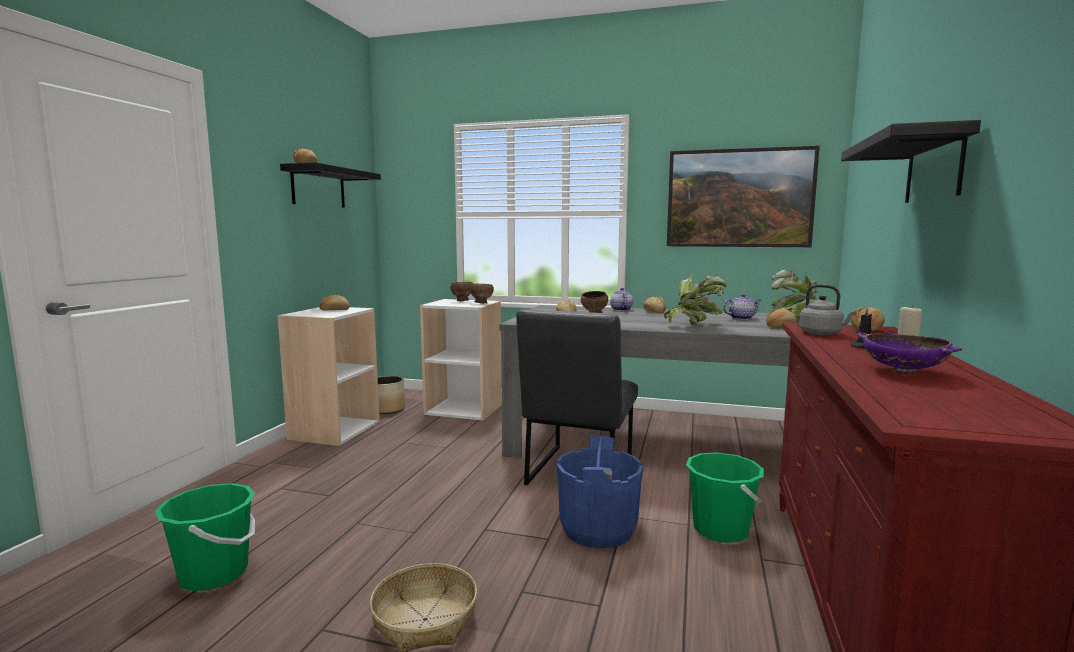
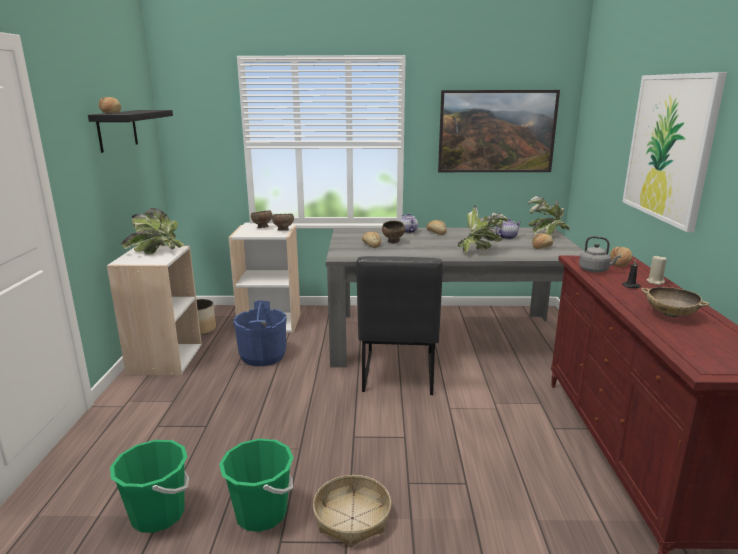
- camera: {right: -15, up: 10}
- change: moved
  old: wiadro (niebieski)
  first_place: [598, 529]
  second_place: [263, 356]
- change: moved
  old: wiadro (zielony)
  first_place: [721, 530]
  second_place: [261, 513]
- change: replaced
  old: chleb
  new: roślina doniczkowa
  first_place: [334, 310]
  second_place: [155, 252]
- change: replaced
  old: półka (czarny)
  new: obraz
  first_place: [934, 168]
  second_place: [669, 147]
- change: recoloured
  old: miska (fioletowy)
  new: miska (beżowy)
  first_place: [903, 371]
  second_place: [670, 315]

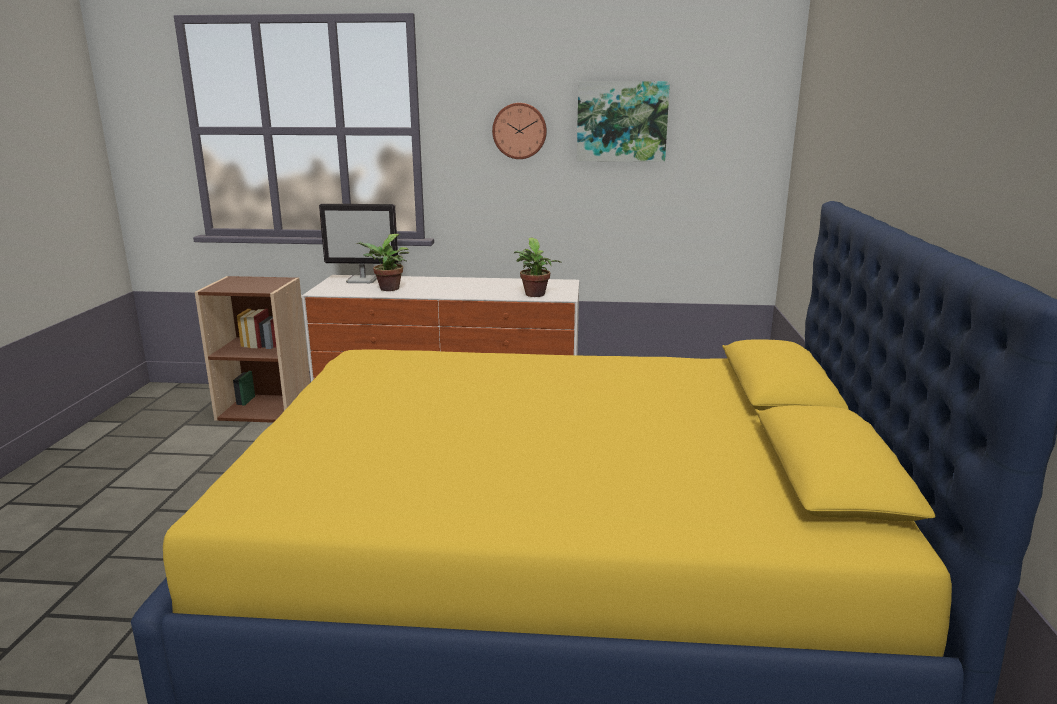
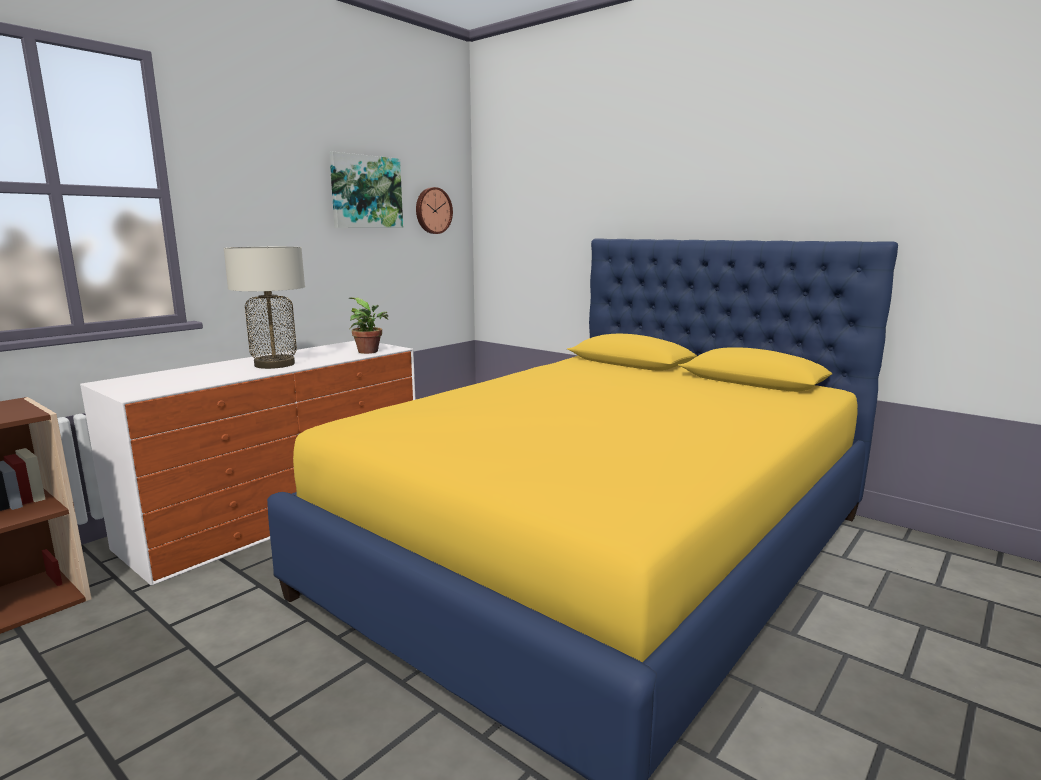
- camera: {right: -55, up: -5}
- change: removed
  old: monitor
  first_place: [363, 280]
- change: removed
  old: roślina doniczkowa
  first_place: [387, 289]
- change: added
  new: lampa stołowa
  second_place: [274, 364]
- change: moved
  old: zegar ścienny
  first_place: [519, 131]
  second_place: [432, 210]

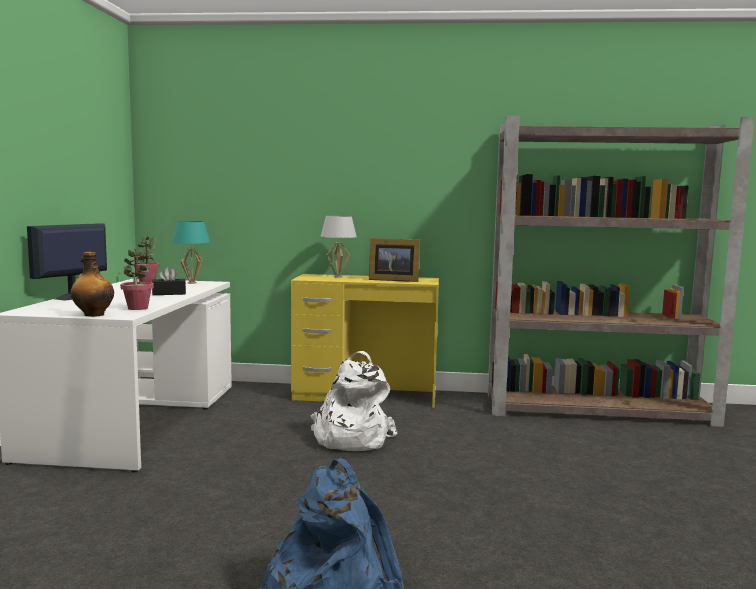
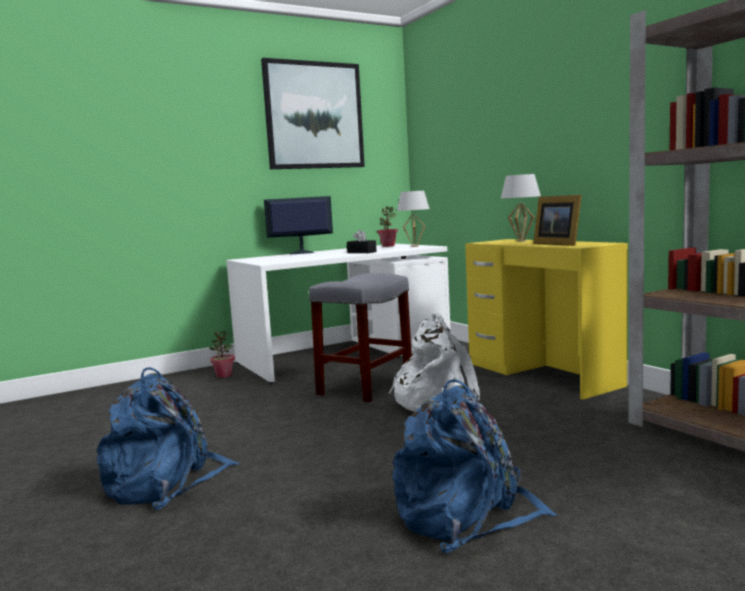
- camera: {right: 55, up: 0}
- change: removed
  old: butelka
  first_place: [93, 315]
- change: added
  new: obraz
  second_place: [314, 115]
- change: added
  new: stołek (szary)
  second_place: [366, 388]
- change: added
  new: plecak (niebieski)
  second_place: [466, 516]
- change: moved
  old: roślina doniczkowa
  first_place: [137, 308]
  second_place: [223, 375]
- change: recoloured
  old: lampa stołowa (turkusowy)
  new: lampa stołowa (biały)
  first_place: [192, 283]
  second_place: [415, 246]

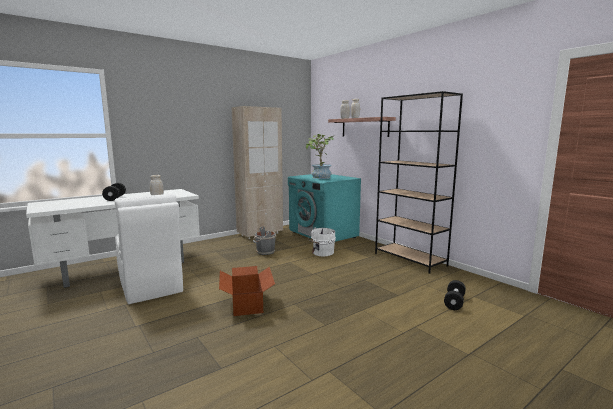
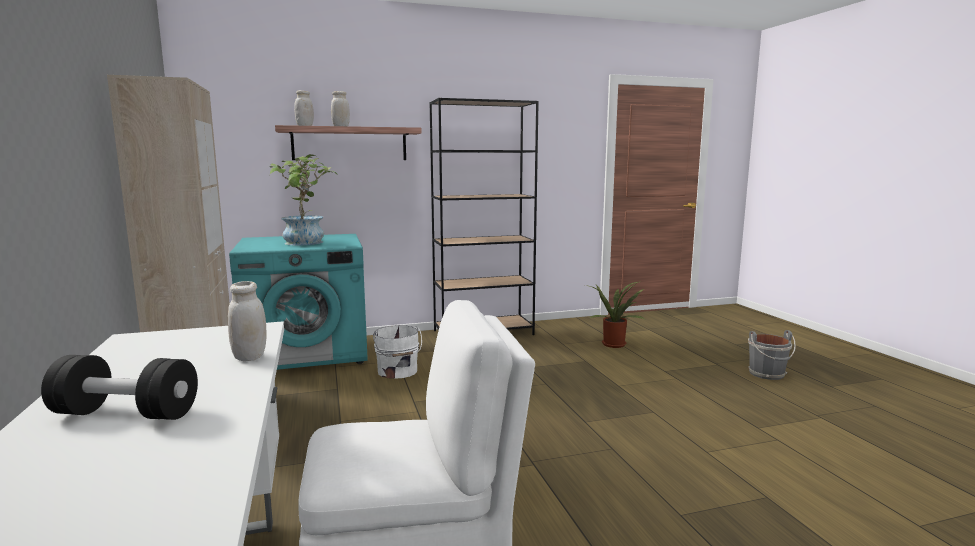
- camera: {right: -70, up: 0}
- change: removed
  old: karton
  first_place: [247, 303]
- change: moved
  old: wiadro (szary)
  first_place: [264, 252]
  second_place: [767, 374]
- change: replaced
  old: hantel (czarny)
  new: roślina doniczkowa
  first_place: [454, 302]
  second_place: [614, 344]

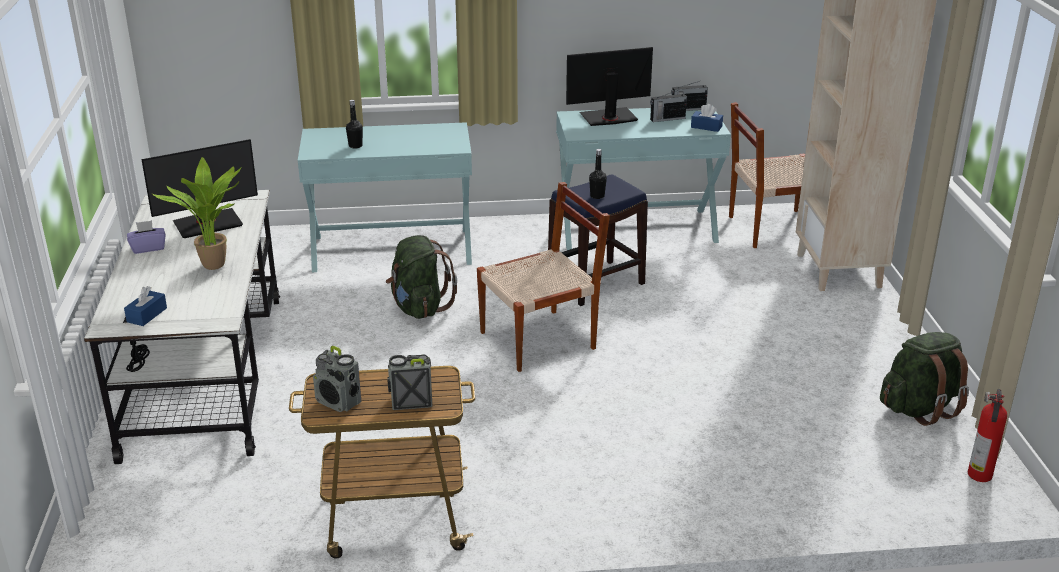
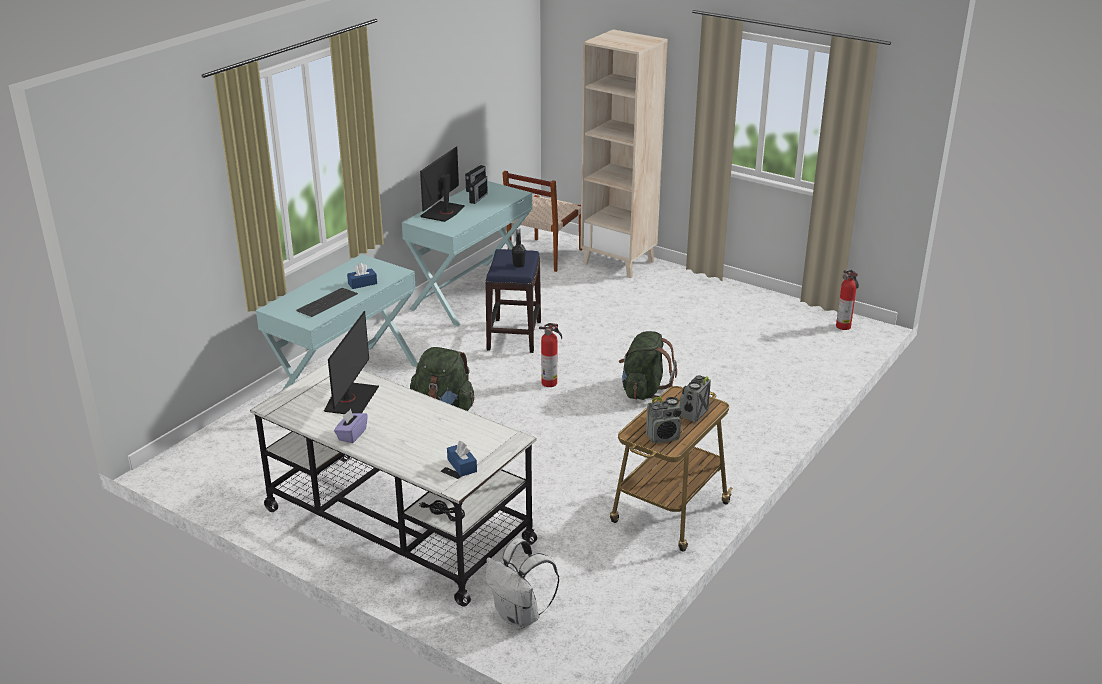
- camera: {right: -50, up: 0}
- change: removed
  old: roślina doniczkowa
  first_place: [217, 266]
- change: added
  new: plecak (biały)
  second_place: [520, 616]
- change: moved
  old: pudełko chusteczek (niebieski)
  first_place: [706, 127]
  second_place: [362, 283]
- change: moved
  old: plecak (zielony)
  first_place: [919, 408]
  second_place: [644, 391]
- change: replaced
  old: butelka (czarny)
  new: klawiatura
  first_place: [355, 146]
  second_place: [327, 302]
- change: replaced
  old: krzesło
  new: gaśnica
  first_place: [540, 340]
  second_place: [550, 383]

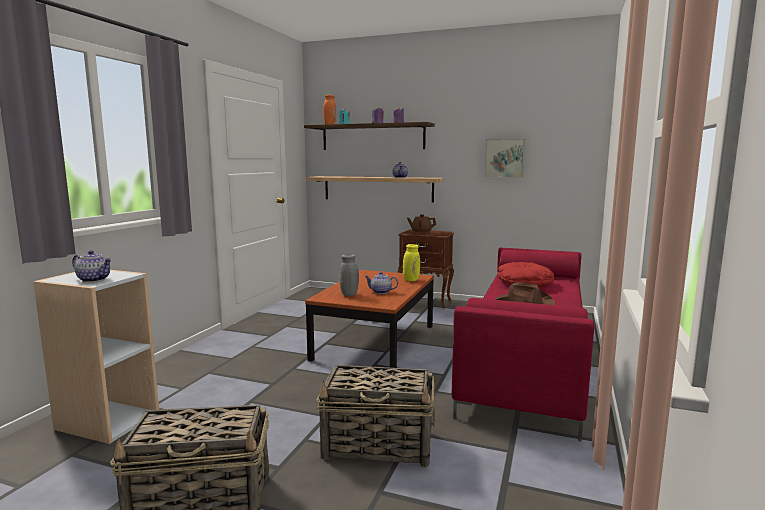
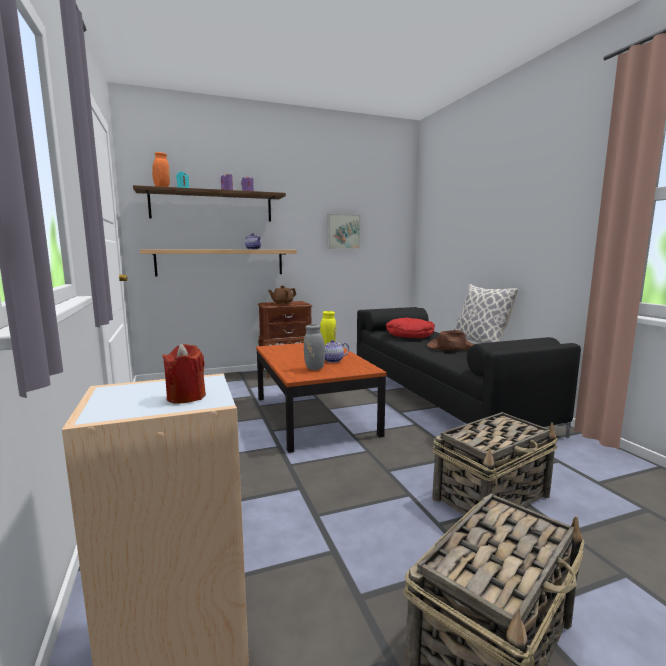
- camera: {right: -40, up: 0}
- change: added
  new: poduszka
  second_place: [479, 342]
- change: replaced
  old: imbryk
  new: świeca (czerwony)
  first_place: [95, 279]
  second_place: [186, 397]
- change: recoloured
  old: kanapa (czerwony)
  new: kanapa (czarny)
  first_place: [528, 359]
  second_place: [440, 396]

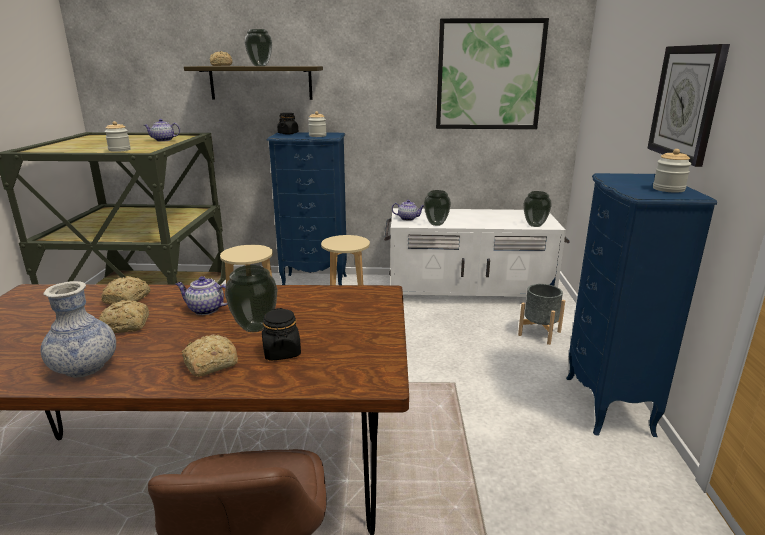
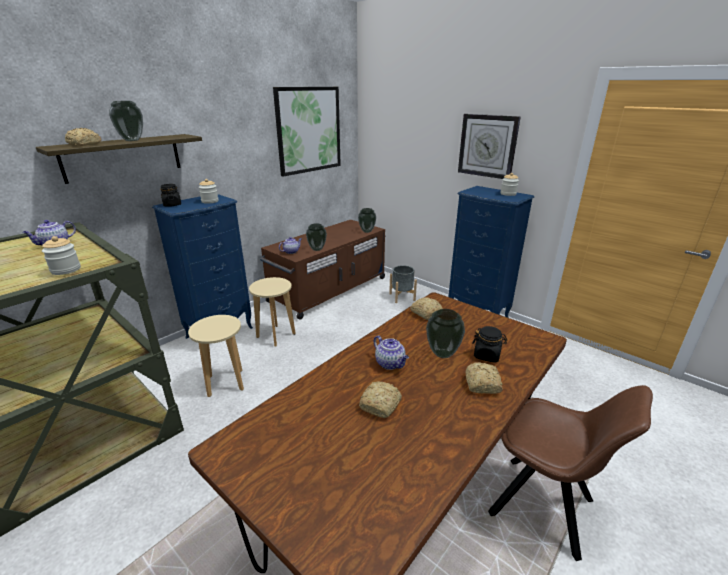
- camera: {right: -50, up: 5}
- change: removed
  old: wazon
  first_place: [84, 368]
- change: moved
  old: chleb
  first_place: [128, 299]
  second_place: [426, 313]
- change: recoloured
  old: szafka (biały)
  new: szafka (brązowy)
  first_place: [469, 290]
  second_place: [329, 289]
- change: turned
  old: imbryk
  first_place: [205, 309]
  second_place: [390, 364]
  degrees: -90

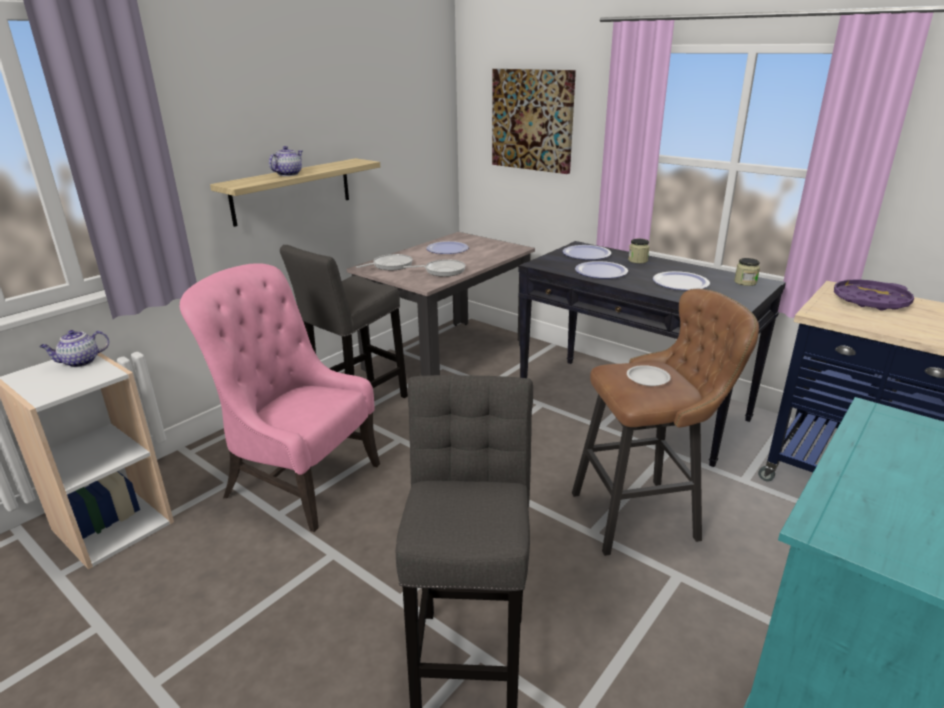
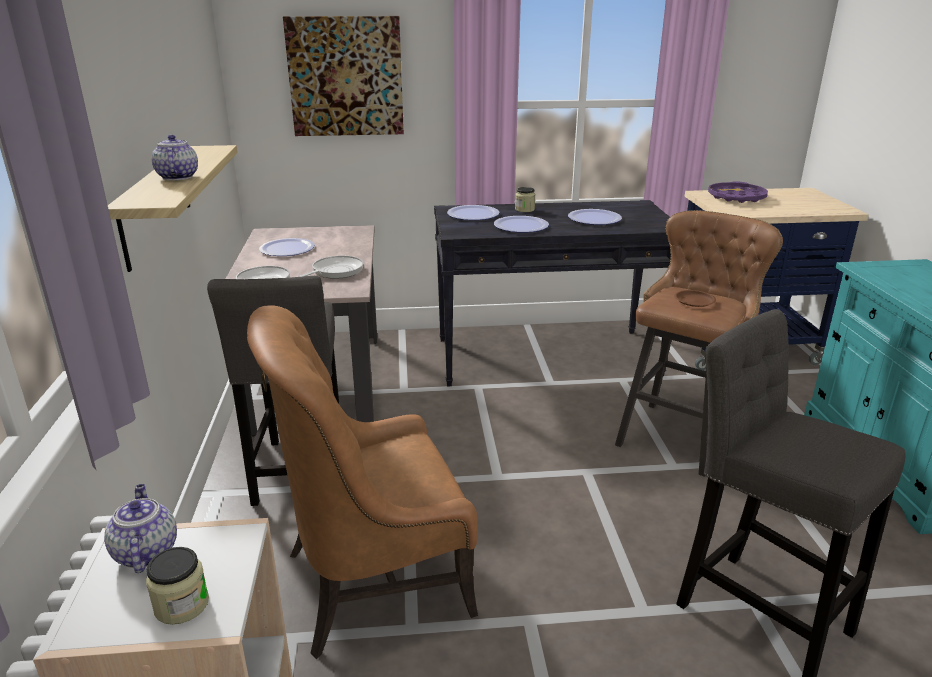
- camera: {right: -45, up: 0}
- change: moved
  old: słoik
  first_place: [745, 282]
  second_place: [182, 605]
- change: recoloured
  old: krzesło (różowy)
  new: krzesło (brązowy)
  first_place: [300, 480]
  second_place: [374, 581]
- change: recoloured
  old: talerz (biały)
  new: talerz (brązowy)
  first_place: [648, 379]
  second_place: [694, 301]
- change: turned
  old: imbryk
  first_place: [80, 362]
  second_place: [145, 552]
  degrees: 150

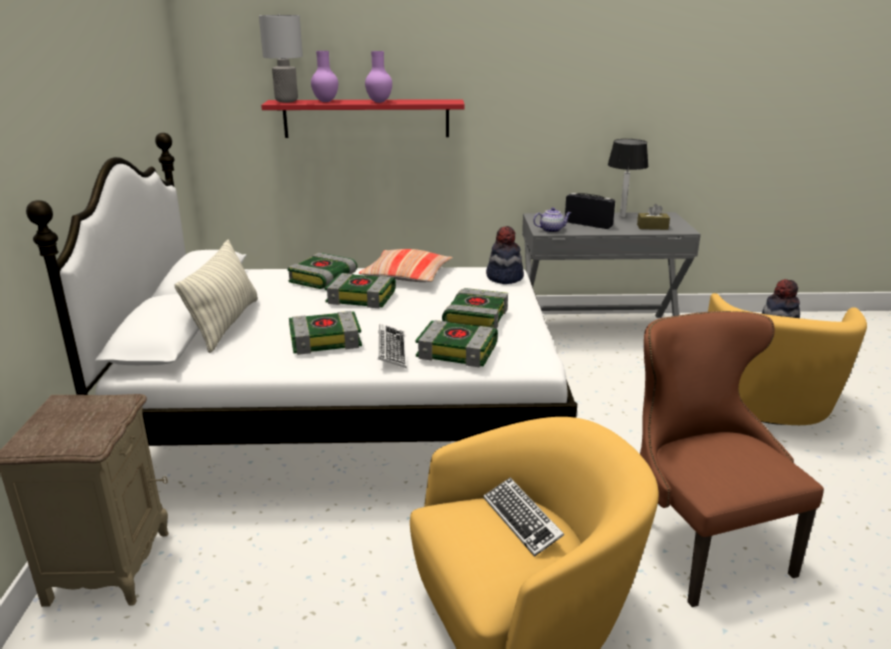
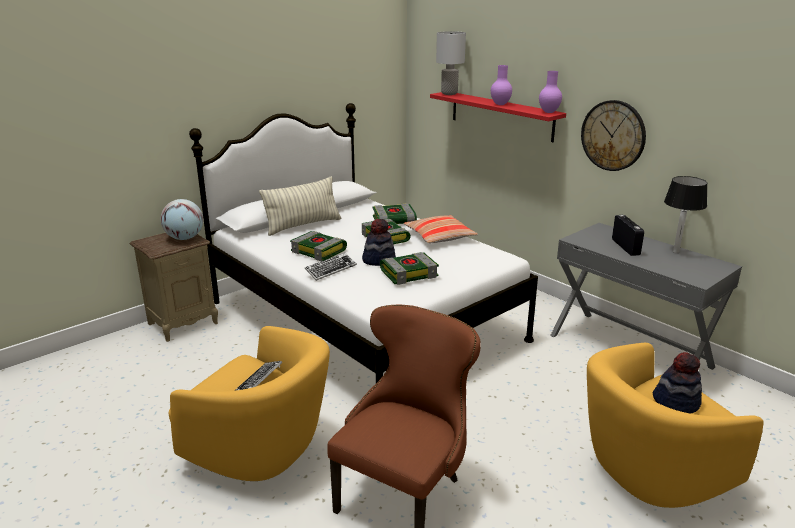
- camera: {right: 50, up: 0}
- change: removed
  old: książka
  first_place: [458, 351]
- change: removed
  old: imbryk
  first_place: [551, 230]
- change: removed
  old: pudełko chusteczek (brązowy)
  first_place: [652, 227]
- change: added
  new: globus
  second_place: [185, 238]
- change: added
  new: zegar ścienny
  second_place: [613, 135]
- change: moved
  old: wazon (fioletowy)
  first_place: [325, 101]
  second_place: [548, 112]
- change: moved
  old: kapelusz
  first_place: [504, 277]
  second_place: [378, 260]

